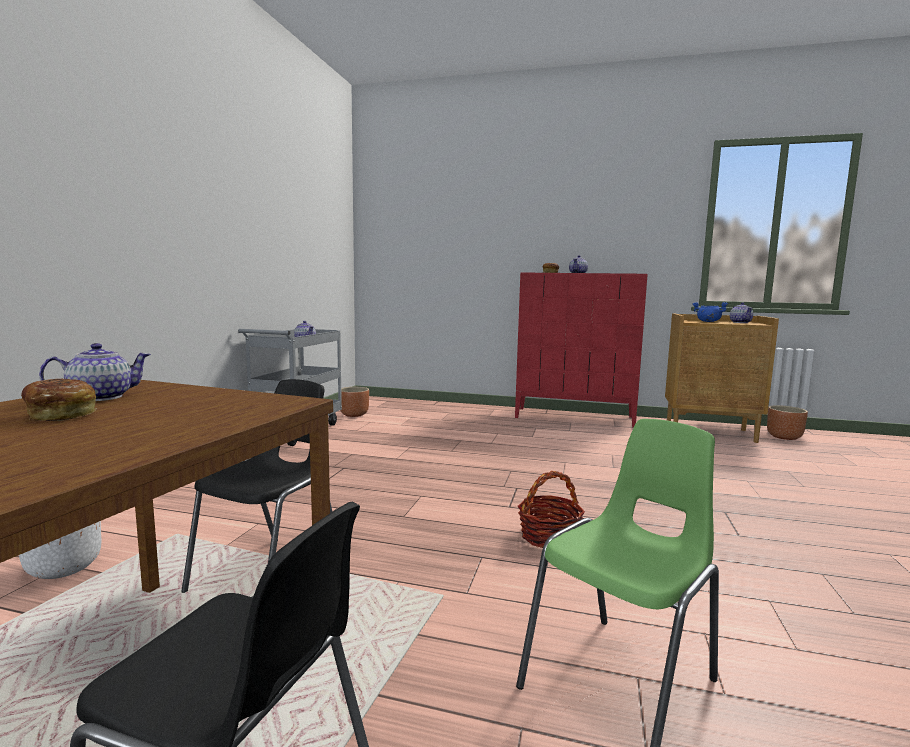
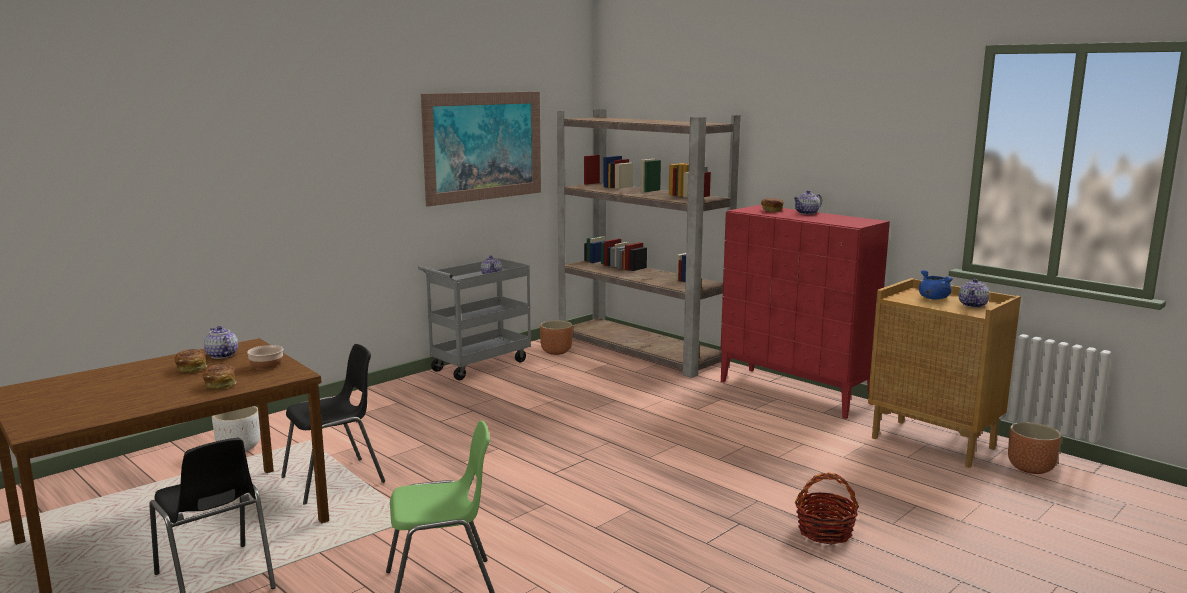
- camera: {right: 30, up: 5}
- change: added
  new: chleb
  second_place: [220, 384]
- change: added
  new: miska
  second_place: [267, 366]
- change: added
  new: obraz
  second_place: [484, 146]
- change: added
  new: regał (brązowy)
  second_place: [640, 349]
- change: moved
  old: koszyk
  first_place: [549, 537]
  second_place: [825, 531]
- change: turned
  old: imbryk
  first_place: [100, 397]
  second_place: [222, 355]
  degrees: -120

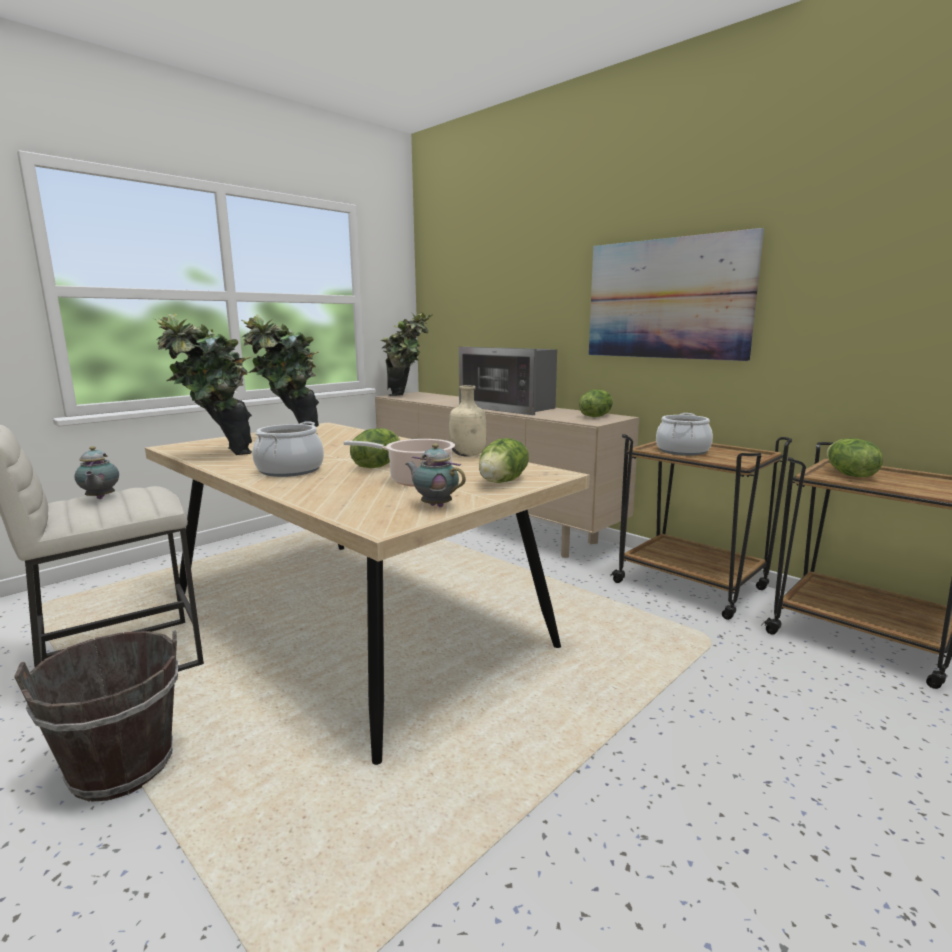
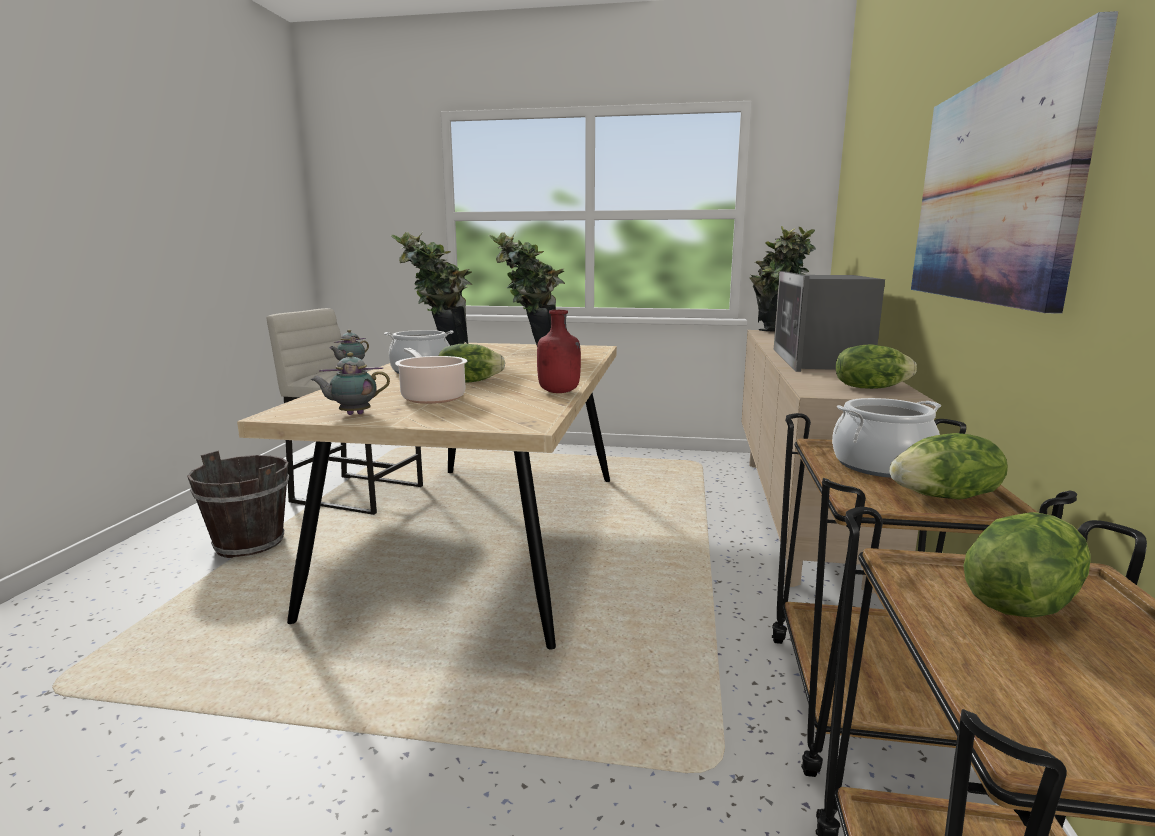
- camera: {right: 55, up: 0}
- change: moved
  old: sałata
  first_place: [503, 481]
  second_place: [945, 497]
- change: recoloured
  old: butelka (beżowy)
  new: butelka (czerwony)
  first_place: [468, 455]
  second_place: [559, 392]
- change: turned
  old: imbryk
  first_place: [435, 505]
  second_place: [353, 414]
  degrees: -105

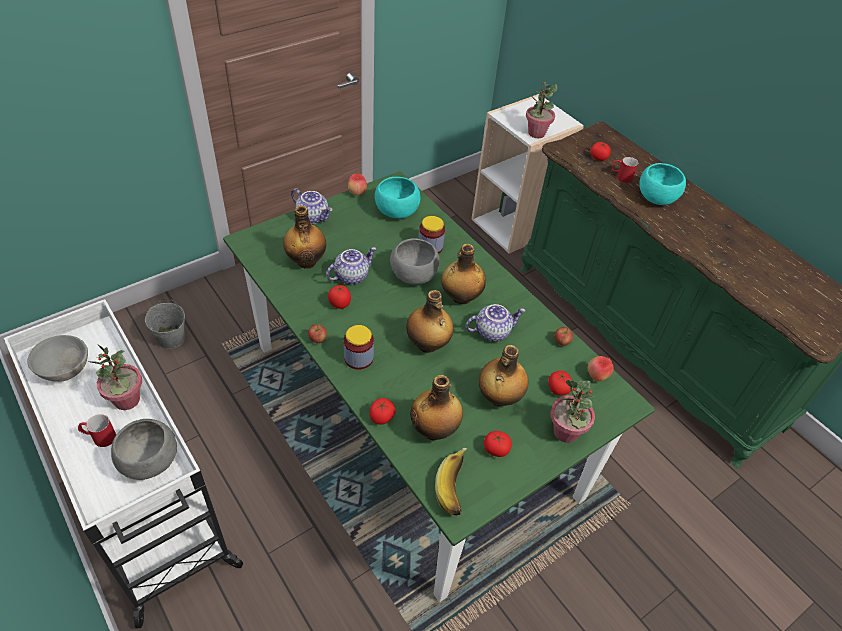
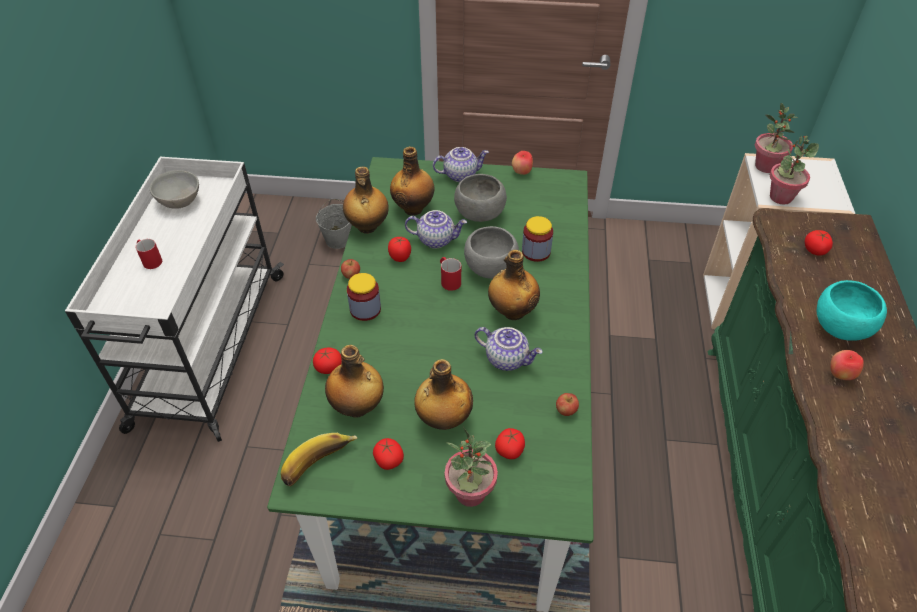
- camera: {right: 45, up: 0}
- change: removed
  old: miska (turkusowy)
  first_place: [397, 212]
- change: moved
  old: roślina doniczkowa
  first_place: [127, 400]
  second_place: [765, 166]
- change: moved
  old: miska (szary)
  first_place: [150, 462]
  second_place: [479, 214]
- change: moved
  old: butelka
  first_place: [427, 345]
  second_place: [367, 227]
- change: moved
  old: jabłko
  first_place: [597, 376]
  second_place: [840, 375]
- change: moved
  old: kubek (czerwony)
  first_place: [620, 177]
  second_place: [448, 280]
- change: turned
  old: imbryk
  first_place: [313, 217]
  second_place: [460, 175]
  degrees: -90

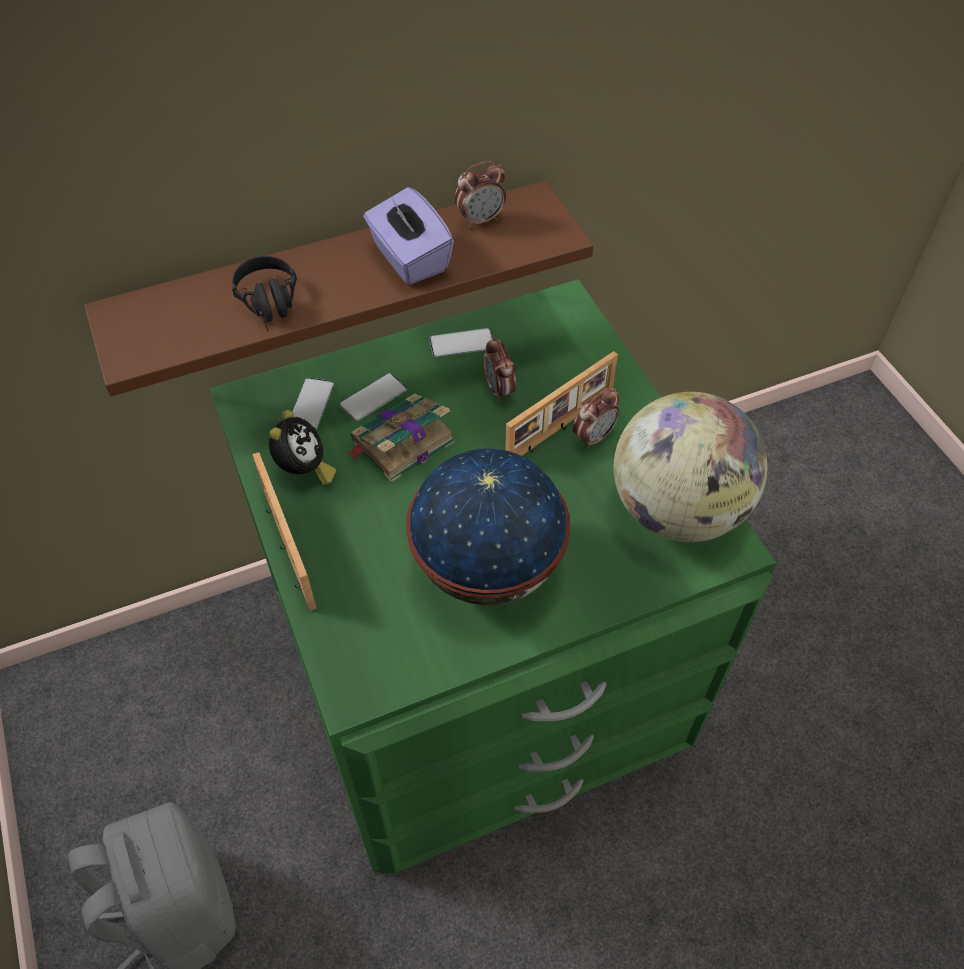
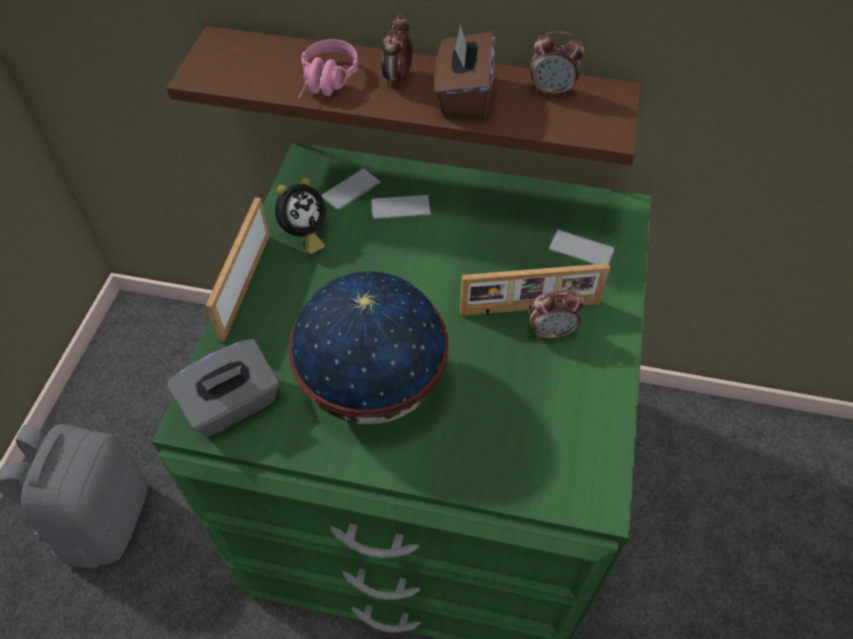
- camera: {right: 35, up: 0}
- change: removed
  old: książka
  first_place: [401, 443]
- change: removed
  old: globus
  first_place: [677, 510]
- change: added
  new: pudełko chusteczek (szary)
  second_place: [232, 405]
- change: moved
  old: telefon
  first_place: [461, 343]
  second_place: [581, 249]
- change: moved
  old: budzik
  first_place: [499, 390]
  second_place: [398, 78]
- change: recoloured
  old: słuchawki (czarny)
  new: słuchawki (różowy)
  first_place: [271, 306]
  second_place: [326, 84]
- change: recoloured
  old: pudełko chusteczek (fioletowy)
  new: pudełko chusteczek (brązowy)
  first_place: [409, 259]
  second_place: [464, 95]

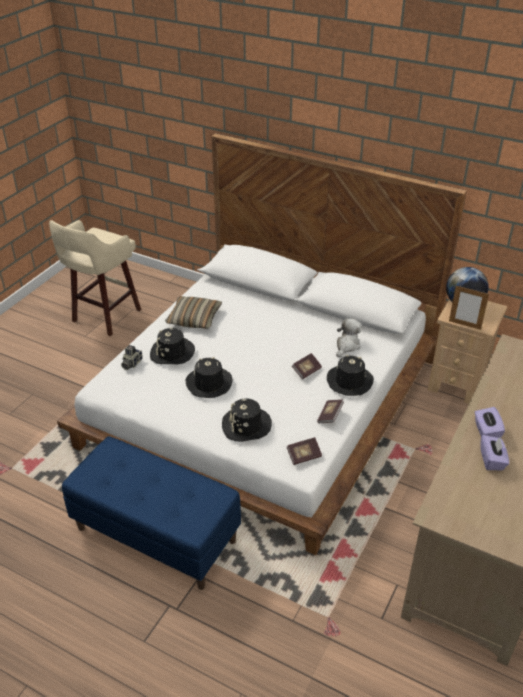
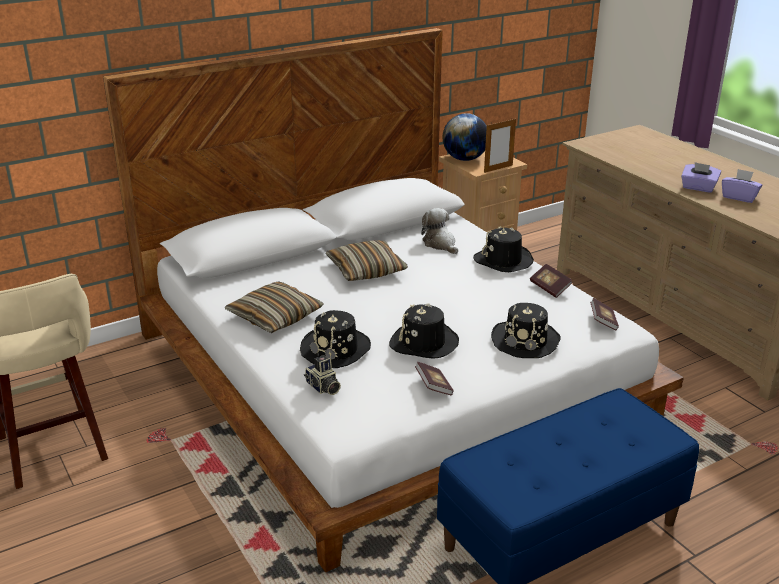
- camera: {right: -60, up: -10}
- change: added
  new: poduszka
  second_place: [366, 270]
- change: moved
  old: książka
  first_place: [306, 371]
  second_place: [433, 387]

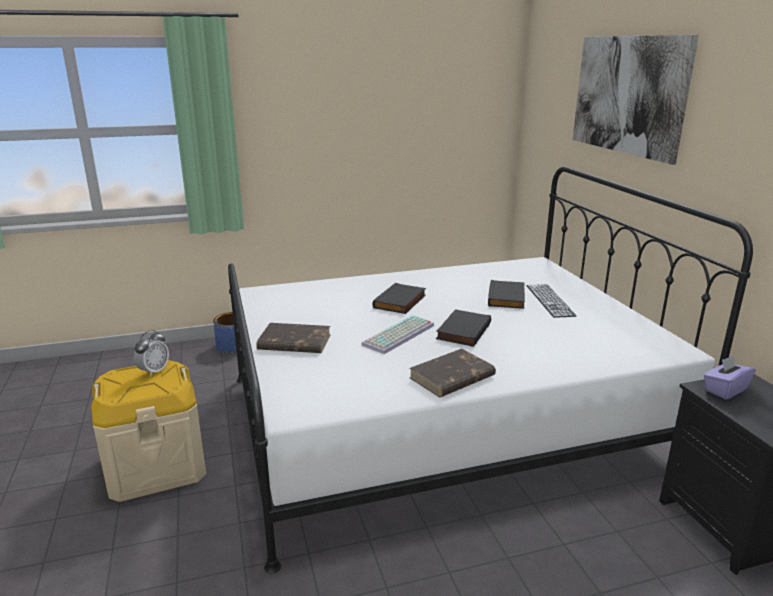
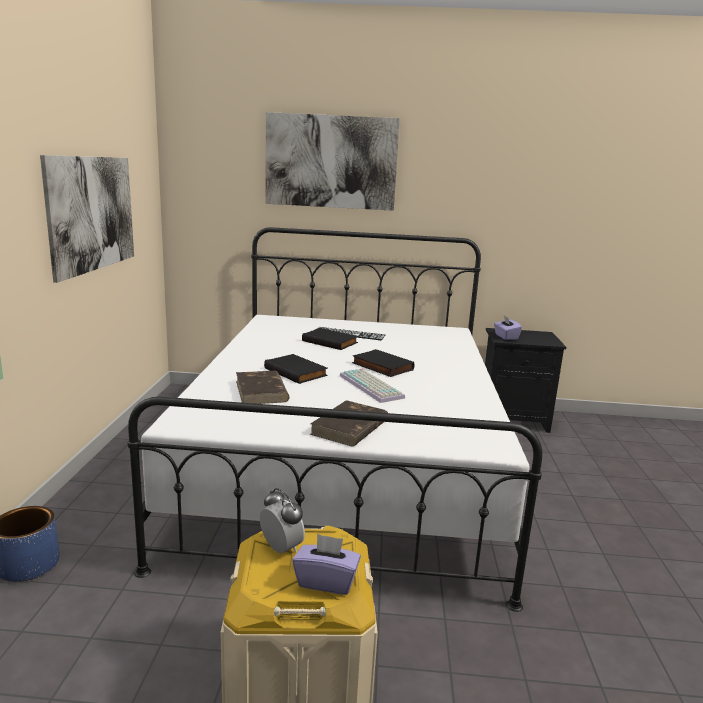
- camera: {right: -70, up: -5}
- change: added
  new: obraz
  second_place: [92, 213]
- change: added
  new: pudełko chusteczek (fioletowy)
  second_place: [326, 581]
- change: moved
  old: książka (brązowy)
  first_place: [451, 377]
  second_place: [261, 391]

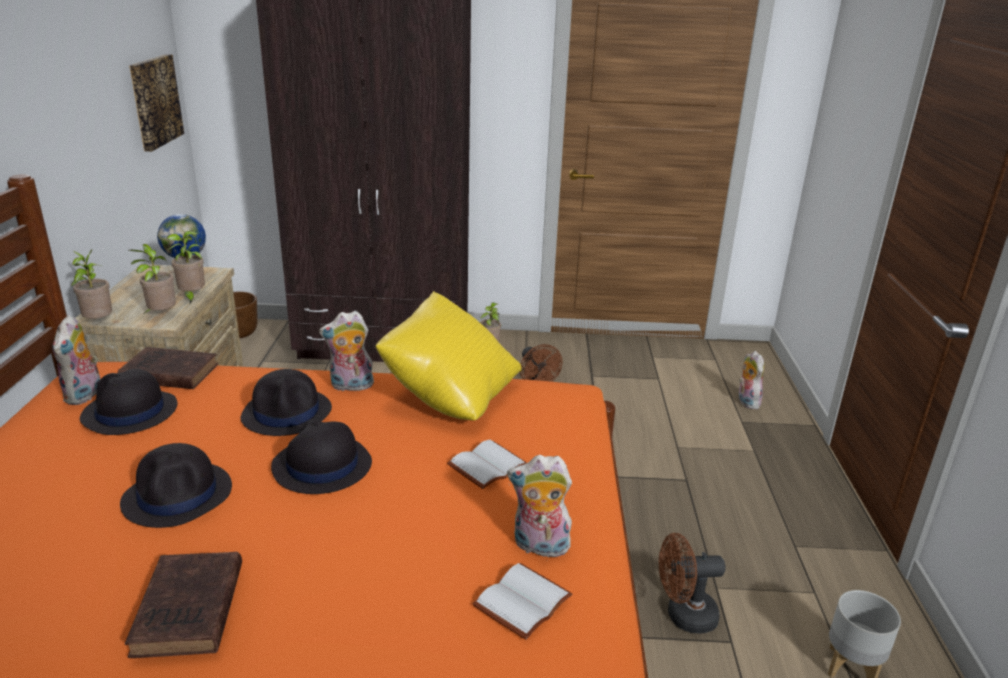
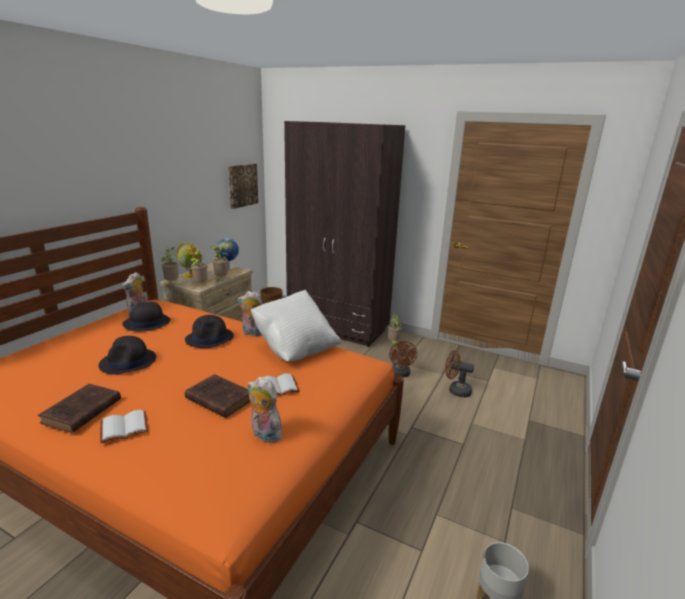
- camera: {right: 25, up: -5}
- change: removed
  old: kapelusz (czarny)
  first_place: [321, 466]
- change: removed
  old: pluszak
  first_place: [746, 401]
- change: added
  new: globus
  second_place: [191, 275]
- change: moved
  old: książka (brązowy)
  first_place: [167, 373]
  second_place: [218, 398]
- change: moved
  old: książka (biały)
  first_place: [523, 604]
  second_place: [123, 428]
- change: moved
  old: wentylator (brązowy)
  first_place: [683, 616]
  second_place: [455, 390]
- change: recoloured
  old: poduszka (żółty)
  new: poduszka (biały)
  first_place: [450, 396]
  second_place: [295, 348]

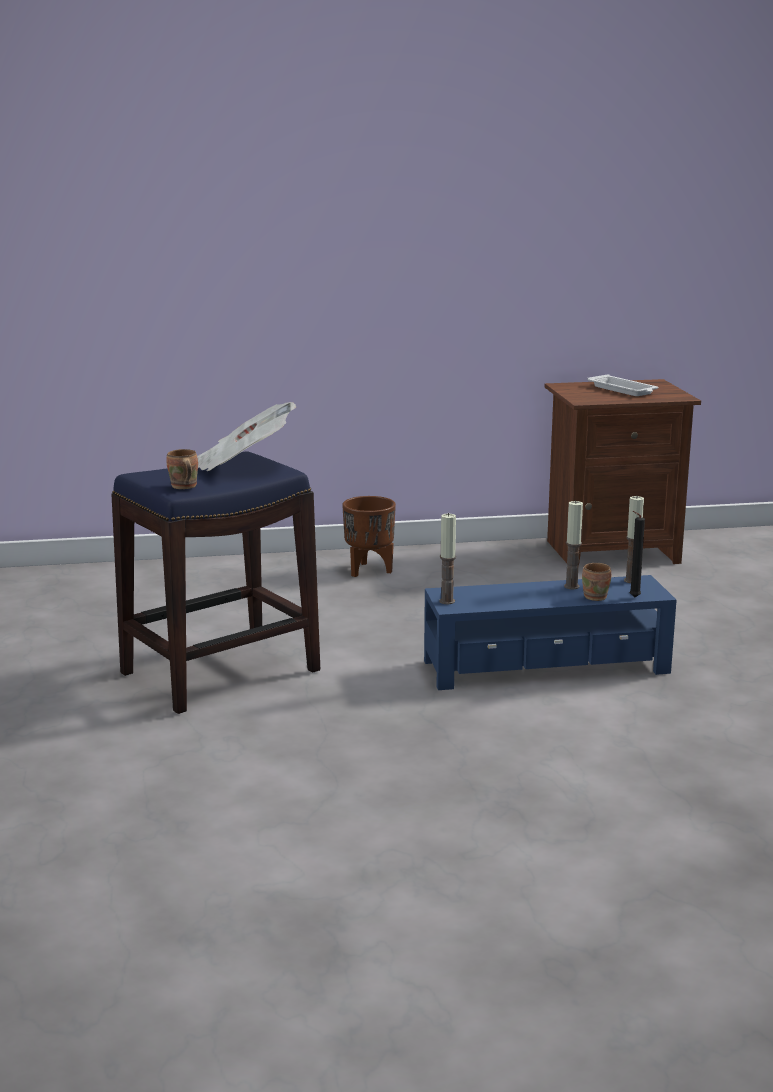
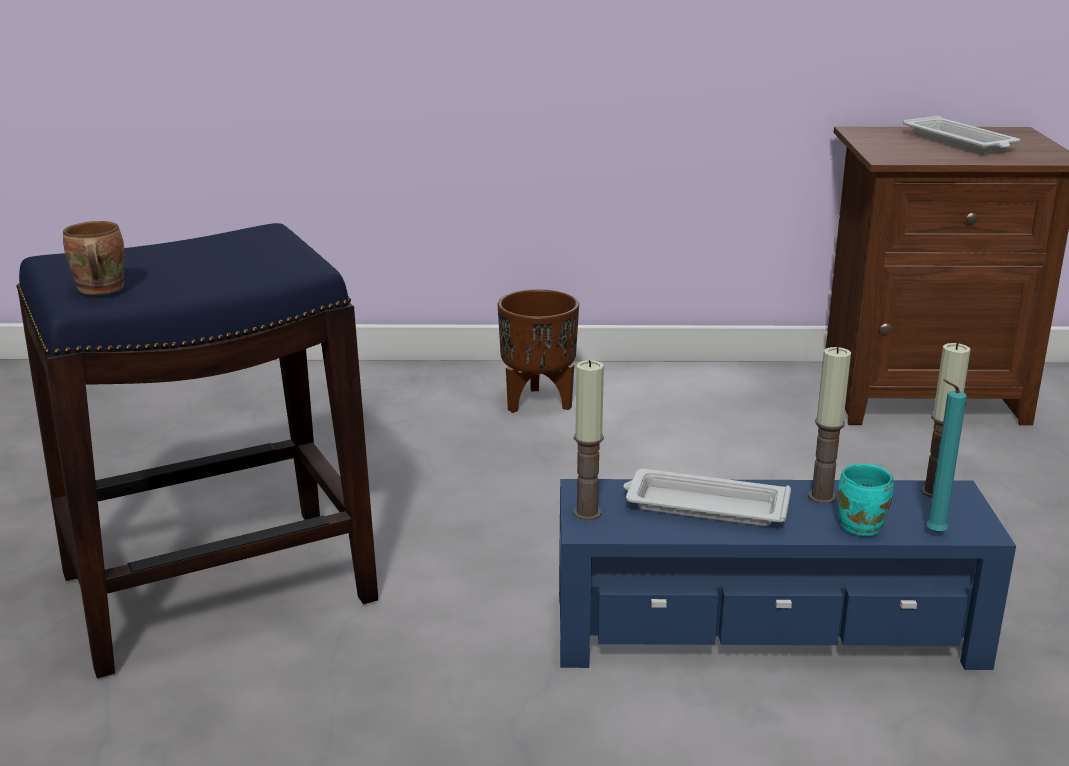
- camera: {right: 10, up: 5}
- change: removed
  old: gazeta
  first_place: [241, 465]
- change: added
  new: taca (biały)
  second_place: [704, 506]
- change: recoloured
  old: kubek (brązowy)
  new: kubek (turkusowy)
  first_place: [597, 597]
  second_place: [865, 527]
- change: recoloured
  old: świeca (czarny)
  new: świeca (turkusowy)
  first_place: [633, 597]
  second_place: [932, 534]

